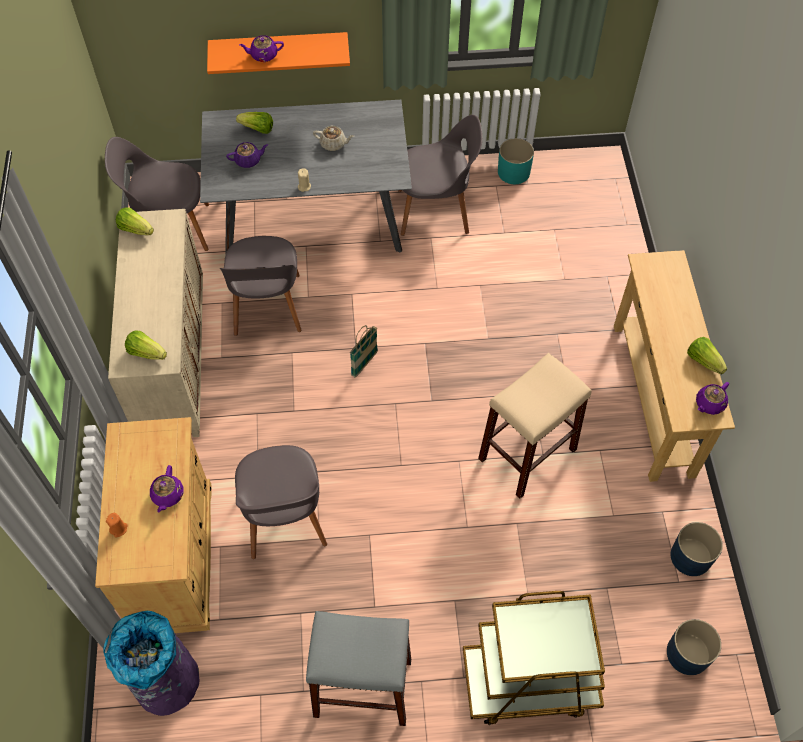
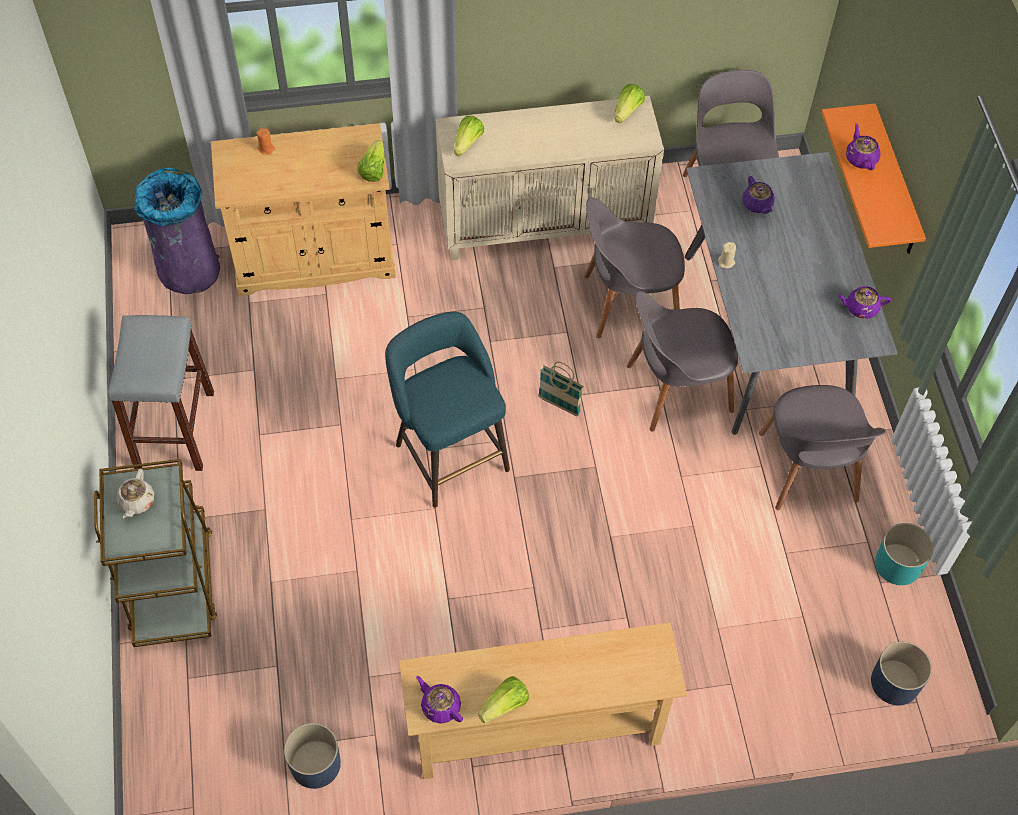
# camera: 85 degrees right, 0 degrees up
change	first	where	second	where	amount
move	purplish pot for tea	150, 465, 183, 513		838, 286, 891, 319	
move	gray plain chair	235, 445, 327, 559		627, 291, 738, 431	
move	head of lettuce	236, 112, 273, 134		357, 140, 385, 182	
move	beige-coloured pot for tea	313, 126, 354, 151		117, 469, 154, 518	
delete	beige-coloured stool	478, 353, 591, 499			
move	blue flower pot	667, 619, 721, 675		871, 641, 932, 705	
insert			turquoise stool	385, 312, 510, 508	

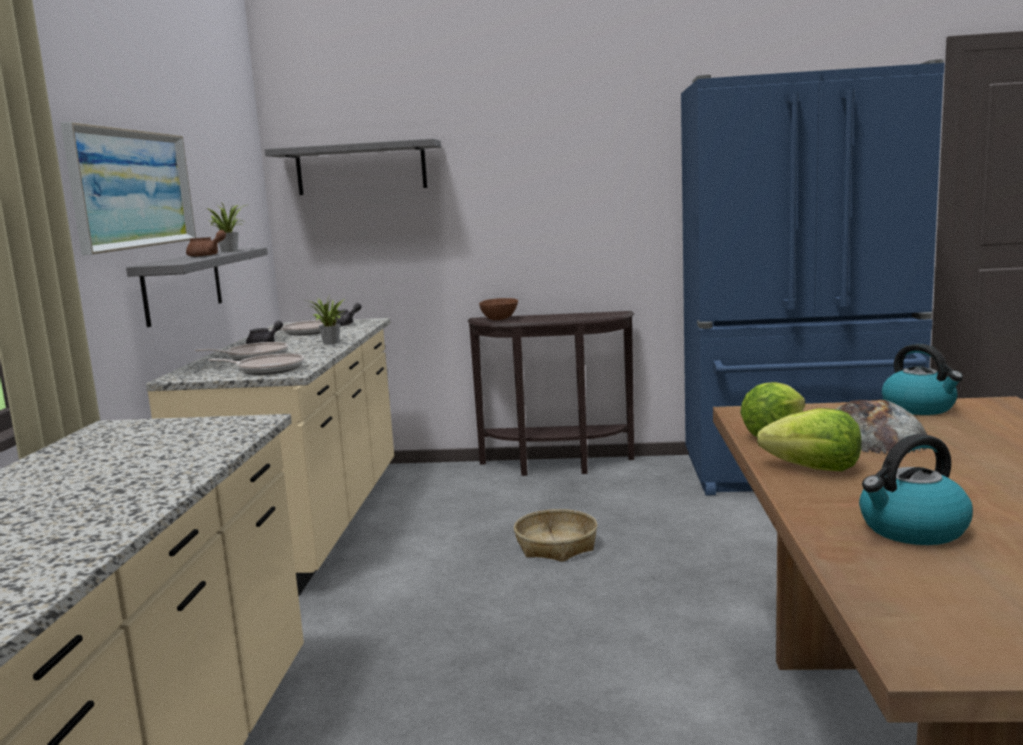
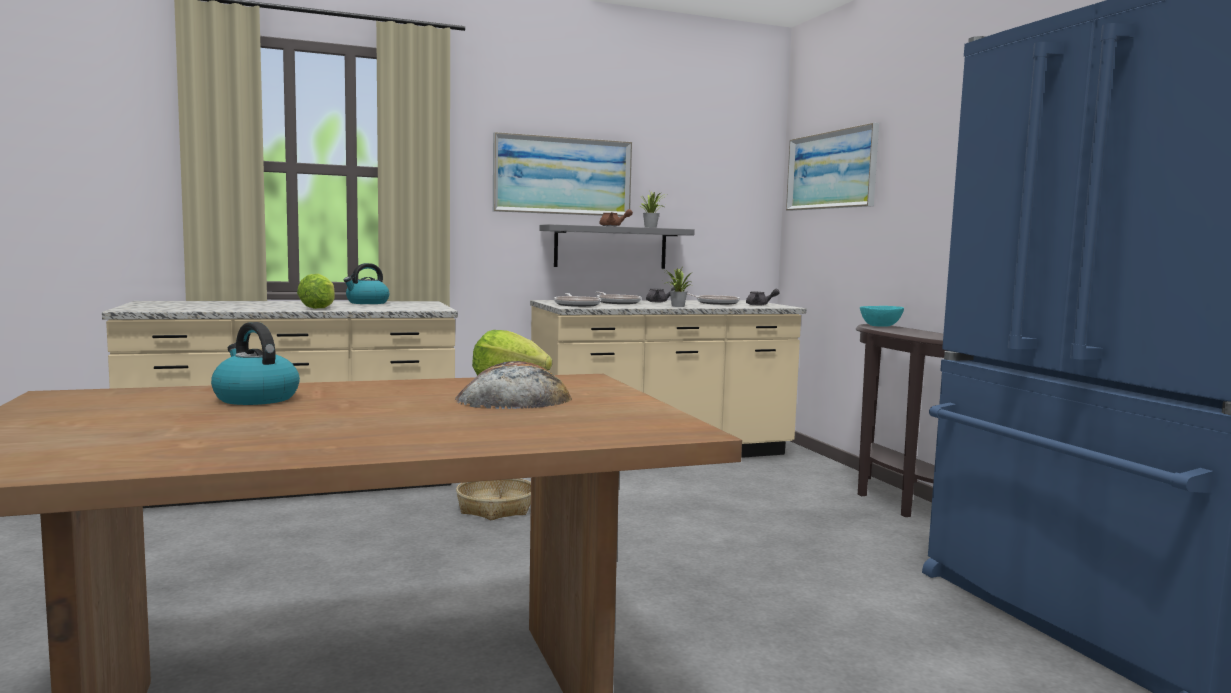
# camera: 65 degrees right, 5 degrees down
change	first	where	second	where	amount
replace	gray wall shelf	265, 139, 441, 195	wall picture	786, 123, 879, 211	
recolor	brown bowl	479, 298, 518, 320	turquoise bowl	860, 306, 904, 327	
move	household basket	514, 509, 597, 562		456, 478, 531, 520	
move	head of lettuce	757, 408, 861, 471		297, 274, 335, 309	
move	kettle	882, 344, 963, 415		344, 263, 389, 304	

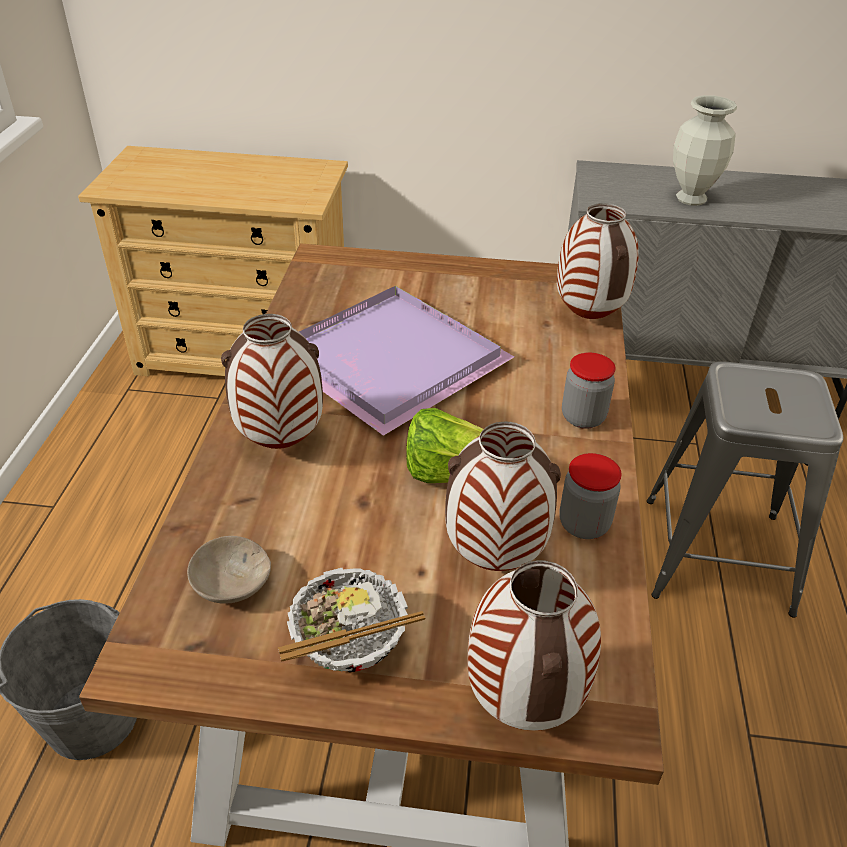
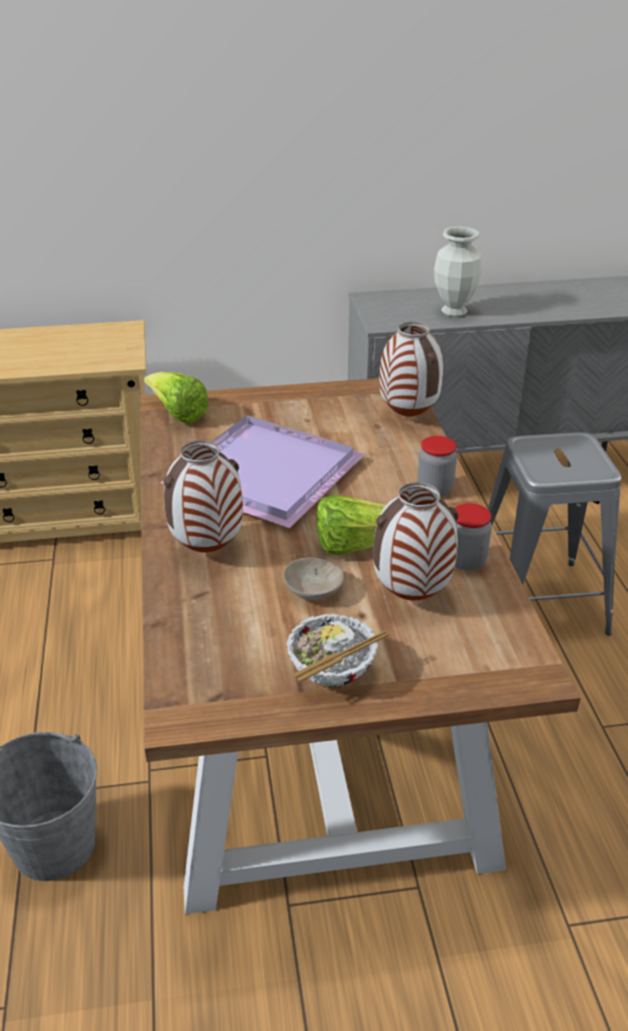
# camera: 15 degrees left, 5 degrees down
change	first	where	second	where	amount
move	beige-coloured bowl	187, 536, 271, 604		283, 558, 344, 600	
delete	vase	467, 560, 601, 731			
insert			head of lettuce	144, 372, 209, 424	

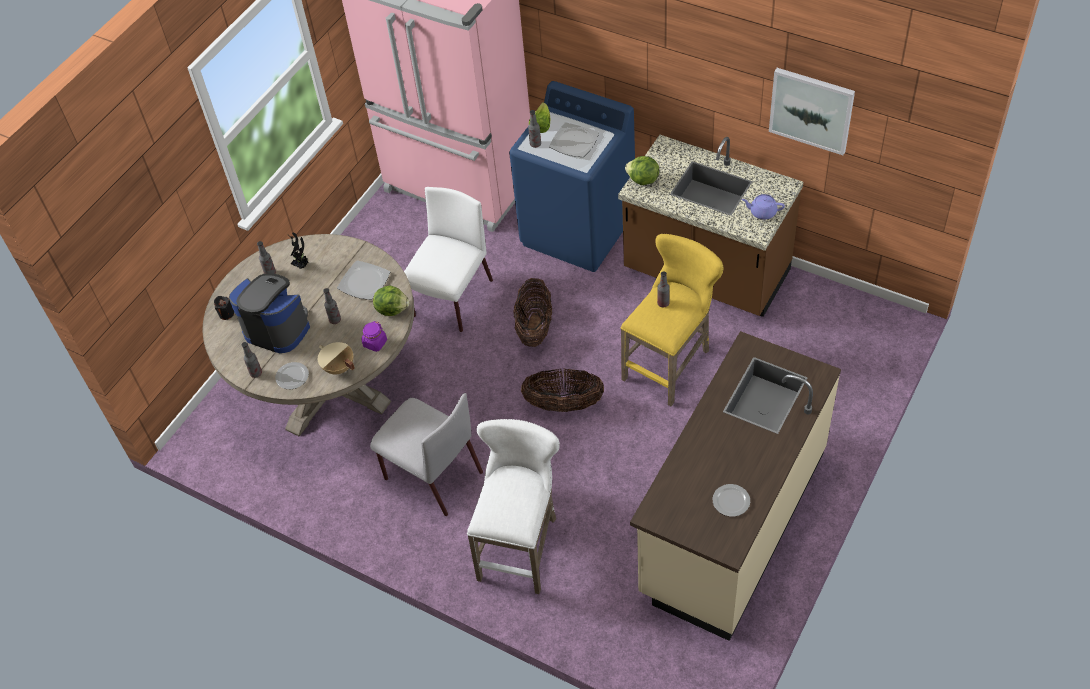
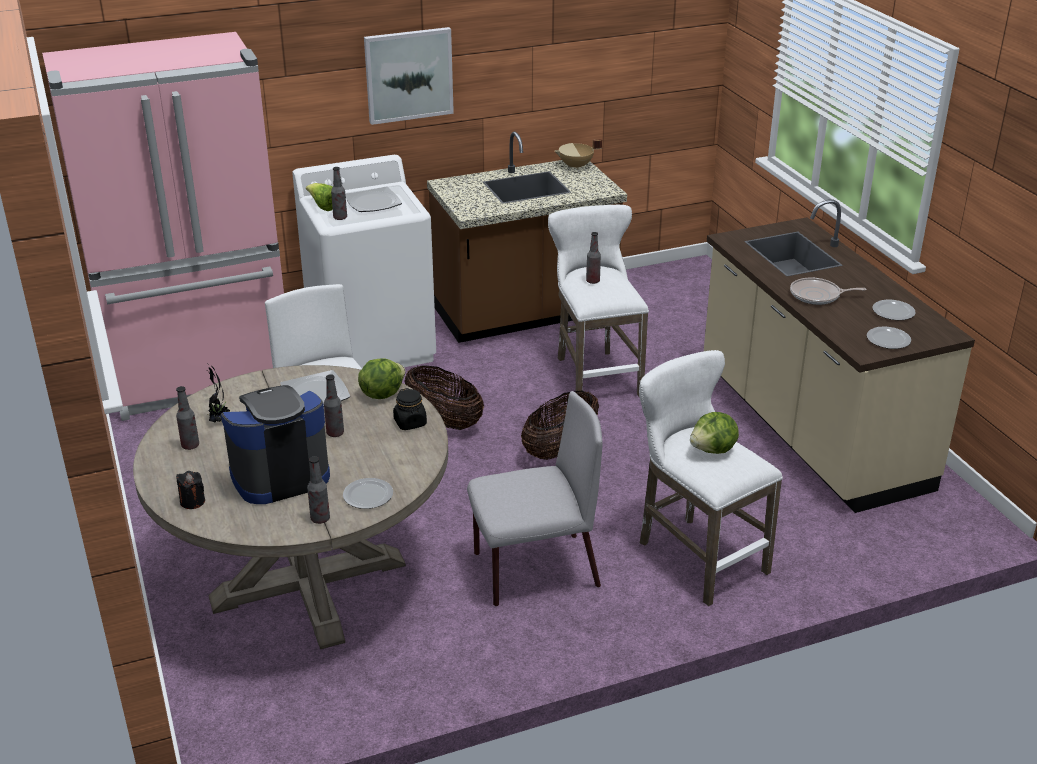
# camera: 55 degrees left, 20 degrees down
change	first	where	second	where	amount
move	beige-coloured saucepot	318, 342, 355, 374		555, 139, 602, 170	
recolor	purplish storage jar	362, 321, 387, 352	blackish storage jar	393, 388, 427, 430	
recolor	blue laundry appliance	509, 81, 635, 272	whitish laundry appliance	292, 155, 436, 368	
recolor	yellow-coloured stool	621, 234, 723, 406	whitish stool	548, 205, 649, 396	
move	head of lettuce	625, 156, 659, 185		690, 412, 739, 454	
delete	purplish pot for tea	741, 194, 785, 220			
move	wall picture	769, 68, 855, 155		364, 27, 454, 125	
insert			pan	790, 278, 866, 305	
insert			plate	867, 326, 911, 349	

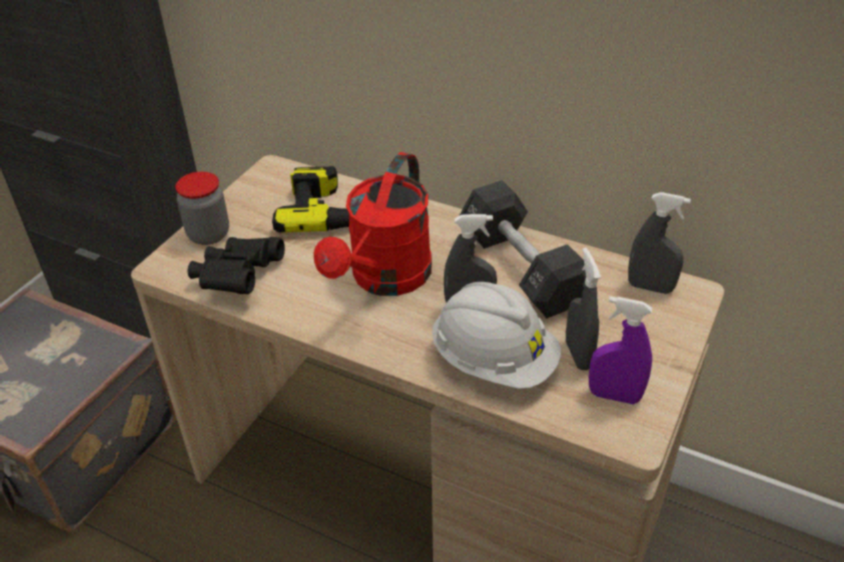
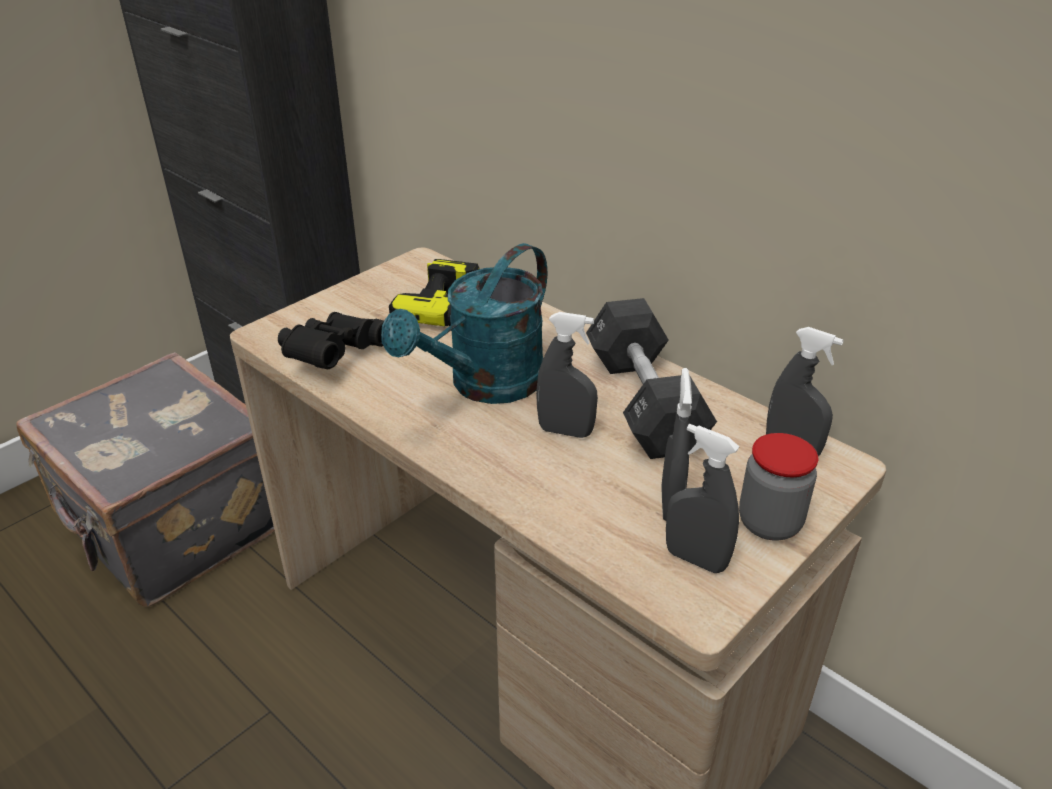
# camera: 15 degrees right, 5 degrees down
change	first	where	second	where	amount
move	storage jar	175, 172, 229, 245		739, 433, 818, 540	
recolor	red watering can	314, 152, 432, 296	turquoise watering can	381, 243, 547, 404	
delete	whitish hard hat	432, 282, 561, 389			
recolor	purplish hand sprayer	589, 296, 652, 404	gray hand sprayer	666, 424, 739, 573	

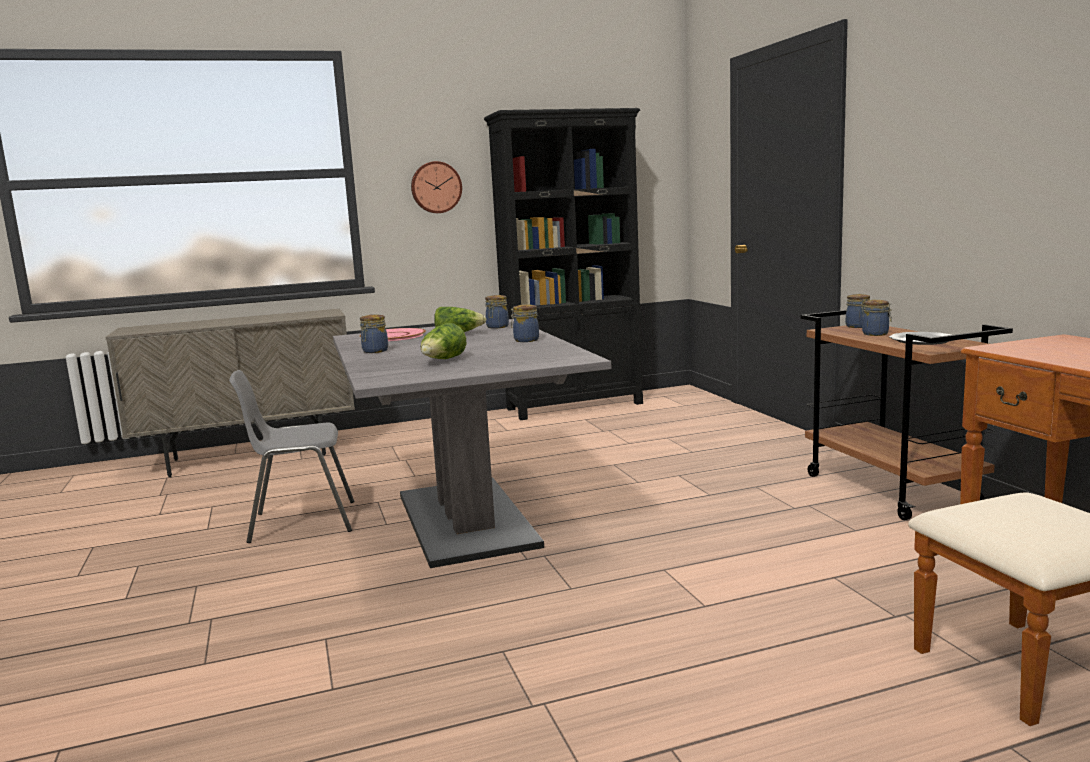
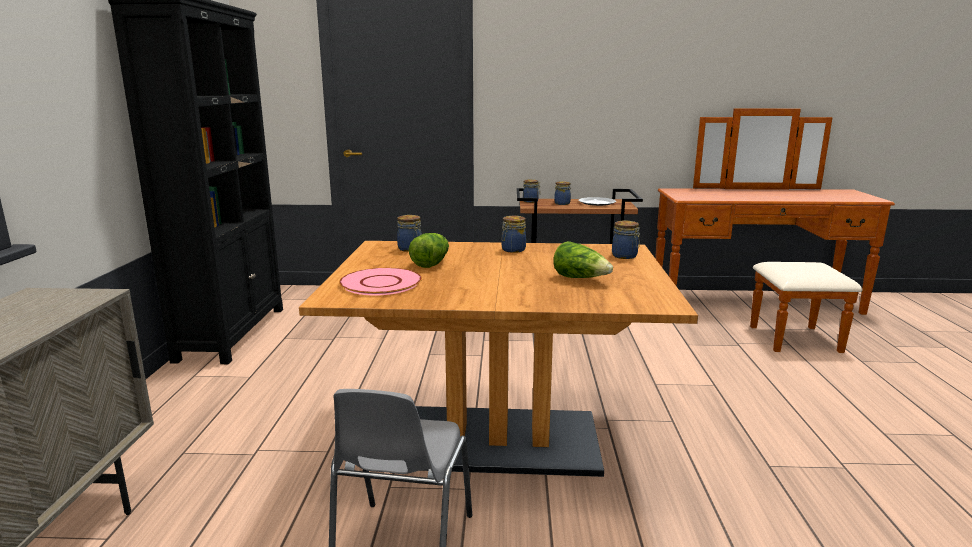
# camera: 70 degrees left, 5 degrees up
change	first	where	second	where	amount
recolor	gray dining table	333, 319, 612, 568	brown dining table	299, 241, 698, 477	
move	storage jar	360, 314, 388, 353		612, 221, 640, 259	
delete	hanging clock	411, 161, 462, 213			

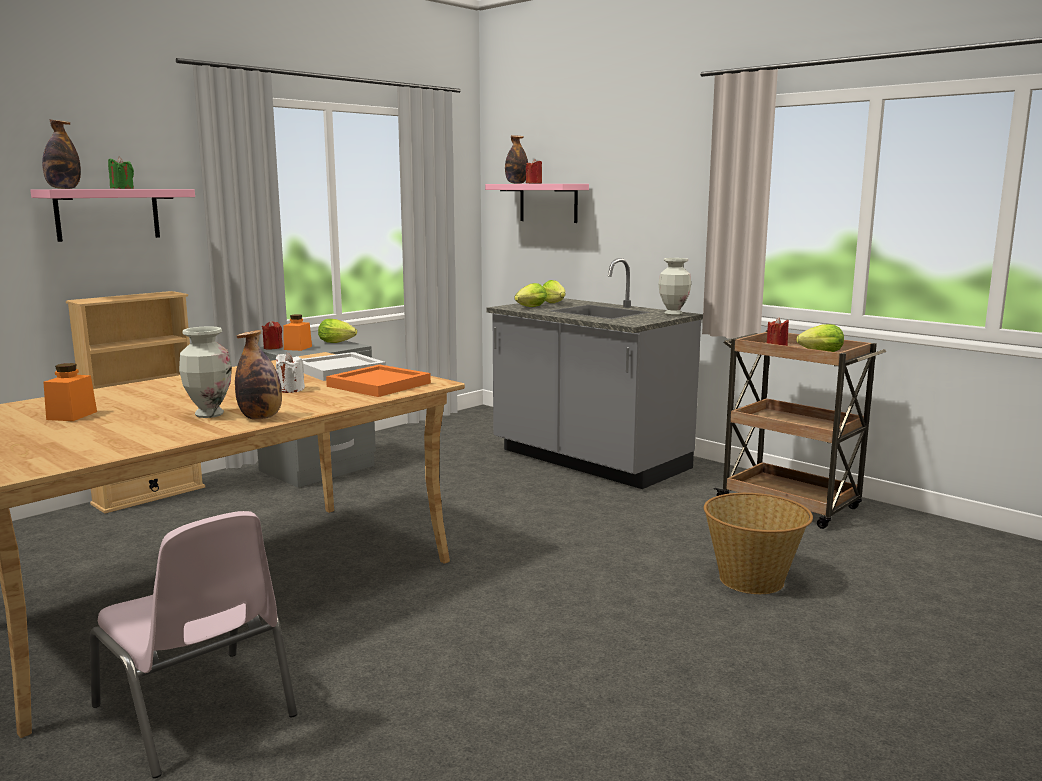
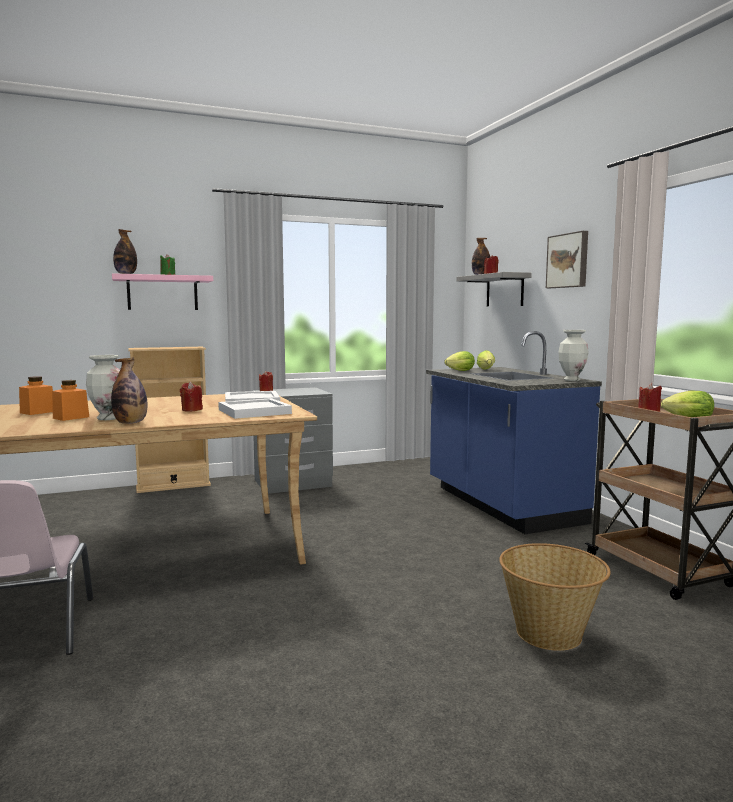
# camera: 25 degrees right, 5 degrees down
change	first	where	second	where	amount
recolor	whitish wax candle	276, 353, 305, 393	red wax candle	180, 381, 203, 411	
move	orange storage jar	283, 314, 312, 351		52, 380, 89, 421	
delete	head of lettuce	318, 319, 357, 343			
recolor	orange carrying tray	326, 364, 431, 397	whitish carrying tray	218, 398, 292, 419	
recolor	pink wall shelf	485, 184, 589, 223	gray wall shelf	456, 272, 532, 307	
recolor	gray kitchen counter	486, 258, 703, 489	blue kitchen counter	426, 331, 602, 534	
insert			wall picture	546, 231, 588, 288	

